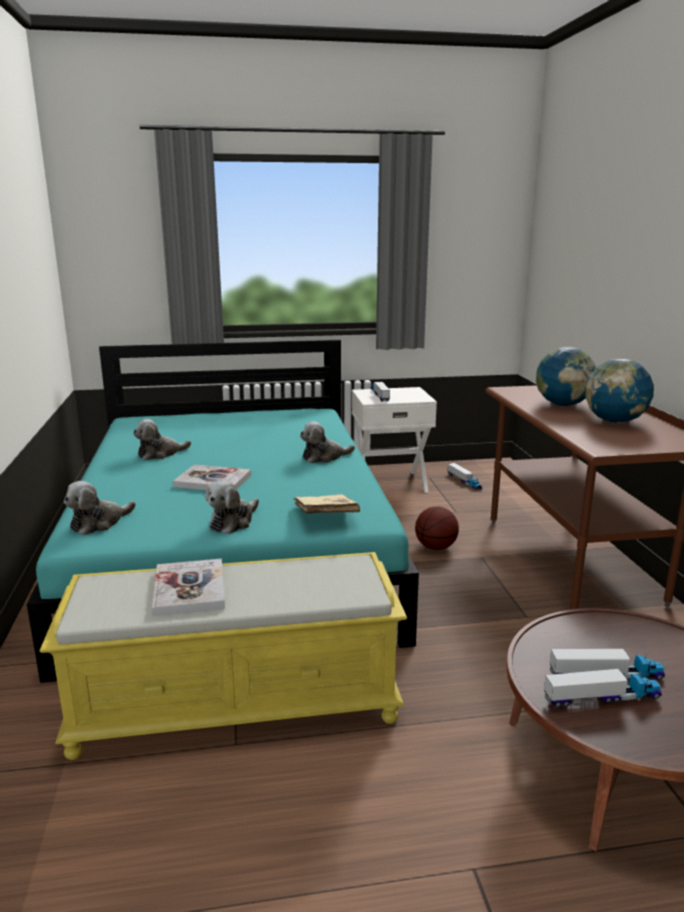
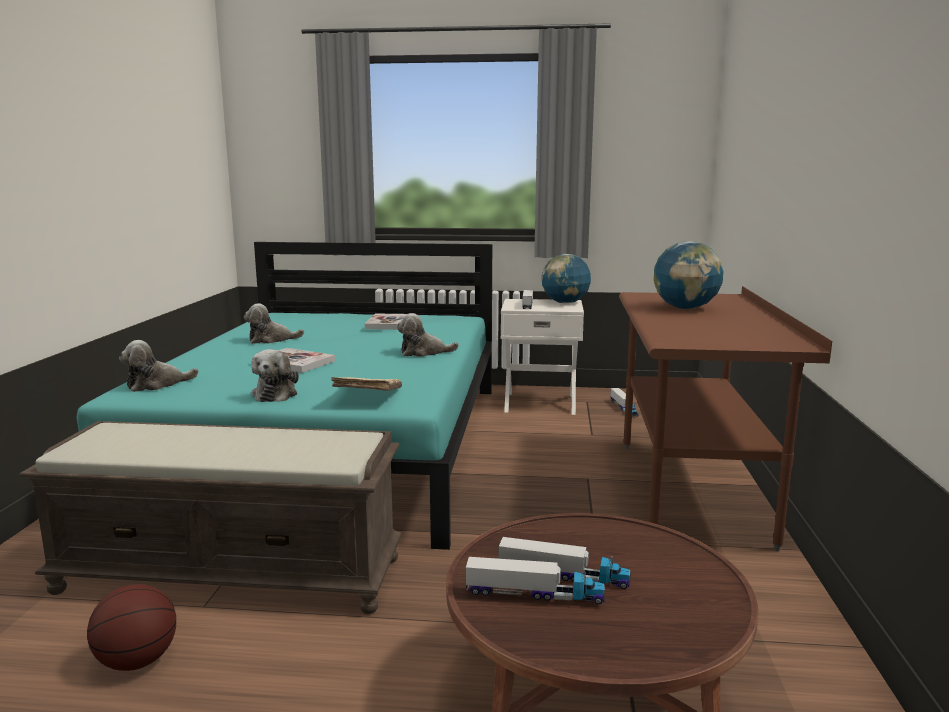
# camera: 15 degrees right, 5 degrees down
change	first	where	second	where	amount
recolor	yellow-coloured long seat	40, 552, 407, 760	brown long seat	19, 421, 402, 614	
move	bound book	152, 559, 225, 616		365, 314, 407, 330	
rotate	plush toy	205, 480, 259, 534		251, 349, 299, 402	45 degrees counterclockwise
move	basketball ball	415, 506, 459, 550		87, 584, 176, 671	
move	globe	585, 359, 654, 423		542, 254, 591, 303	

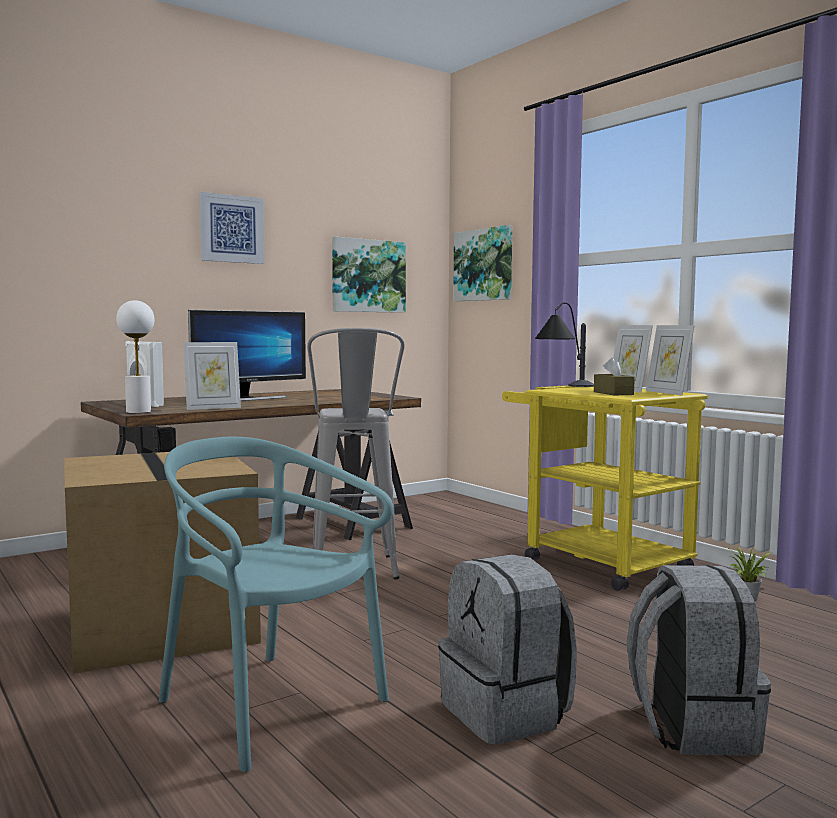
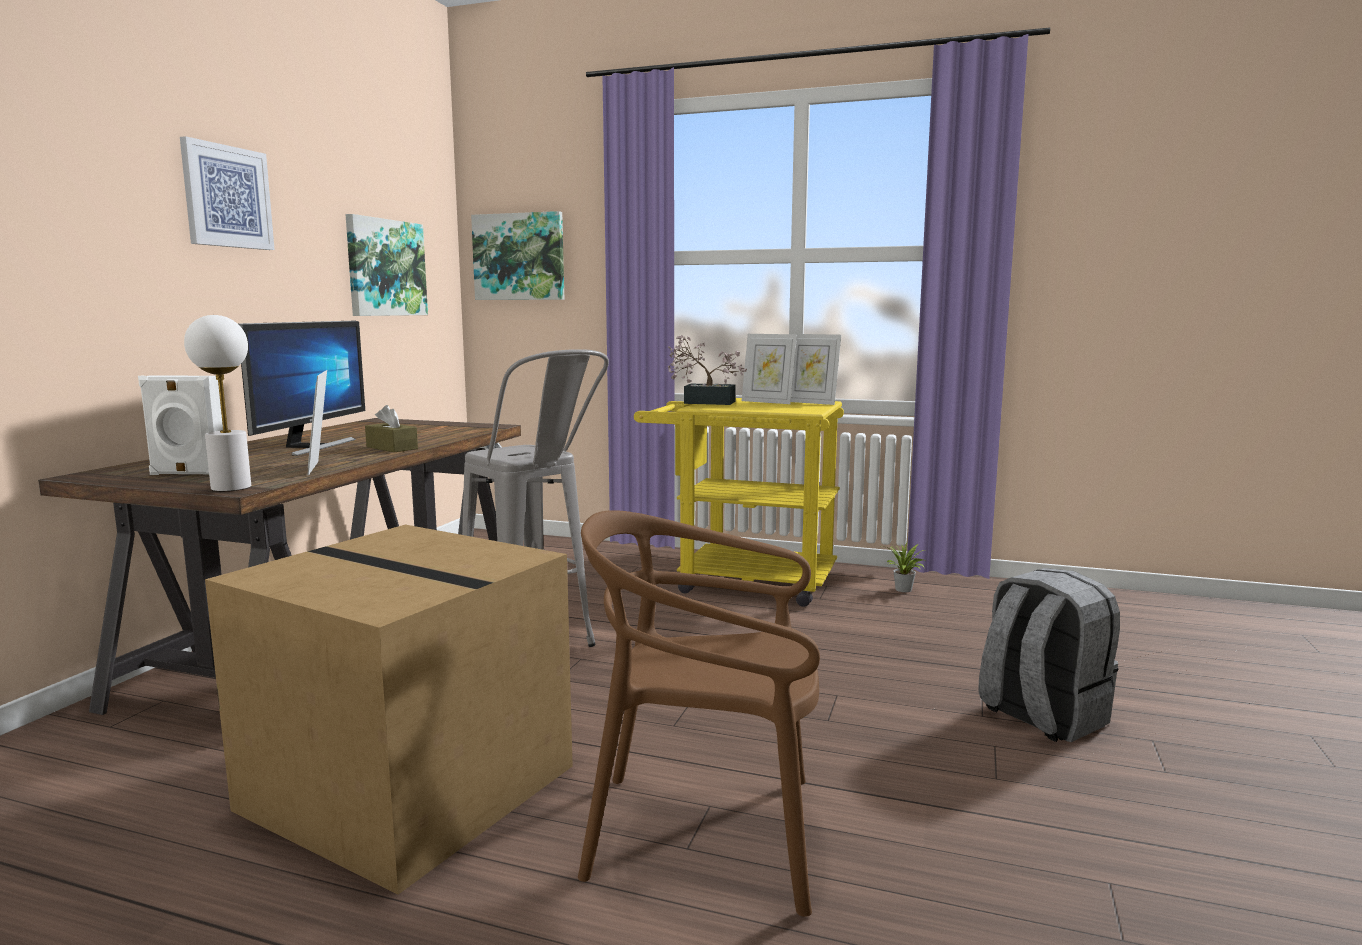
# camera: 35 degrees left, 5 degrees up
change	first	where	second	where	amount
recolor	turquoise plain chair	159, 437, 393, 772	brown plain chair	578, 510, 820, 917	
rotate	photo frame	183, 342, 241, 410		308, 370, 327, 476	135 degrees clockwise
delete	gray backpack	438, 554, 577, 745			
replace	table lamp	535, 302, 594, 387	plant in a pot	668, 335, 747, 405	
move	brown tissue box	594, 358, 635, 395		365, 405, 418, 452	

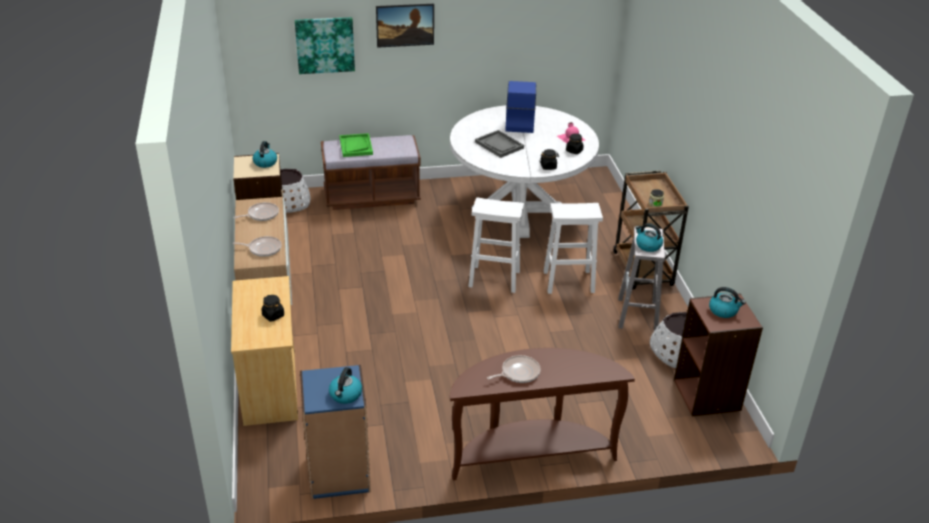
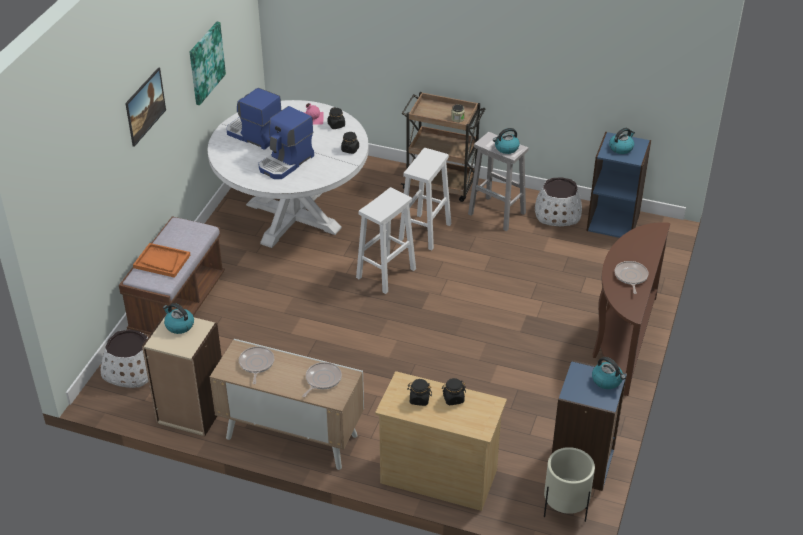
# camera: 60 degrees left, 5 degrees up
change	first	where	second	where	amount
move	wall picture	295, 17, 355, 74		190, 22, 226, 105	
recolor	greenish carrying tray	339, 133, 373, 157	orange carrying tray	133, 243, 190, 278	
replace	gray carrying tray	475, 130, 524, 158	coffee brewer	258, 106, 314, 179	
recolor	brown bookcase	674, 293, 763, 416	blue bookcase	587, 132, 651, 238	
insert			blackish storage jar	407, 379, 432, 406	
insert			beige-coloured flower pot	544, 447, 595, 522	

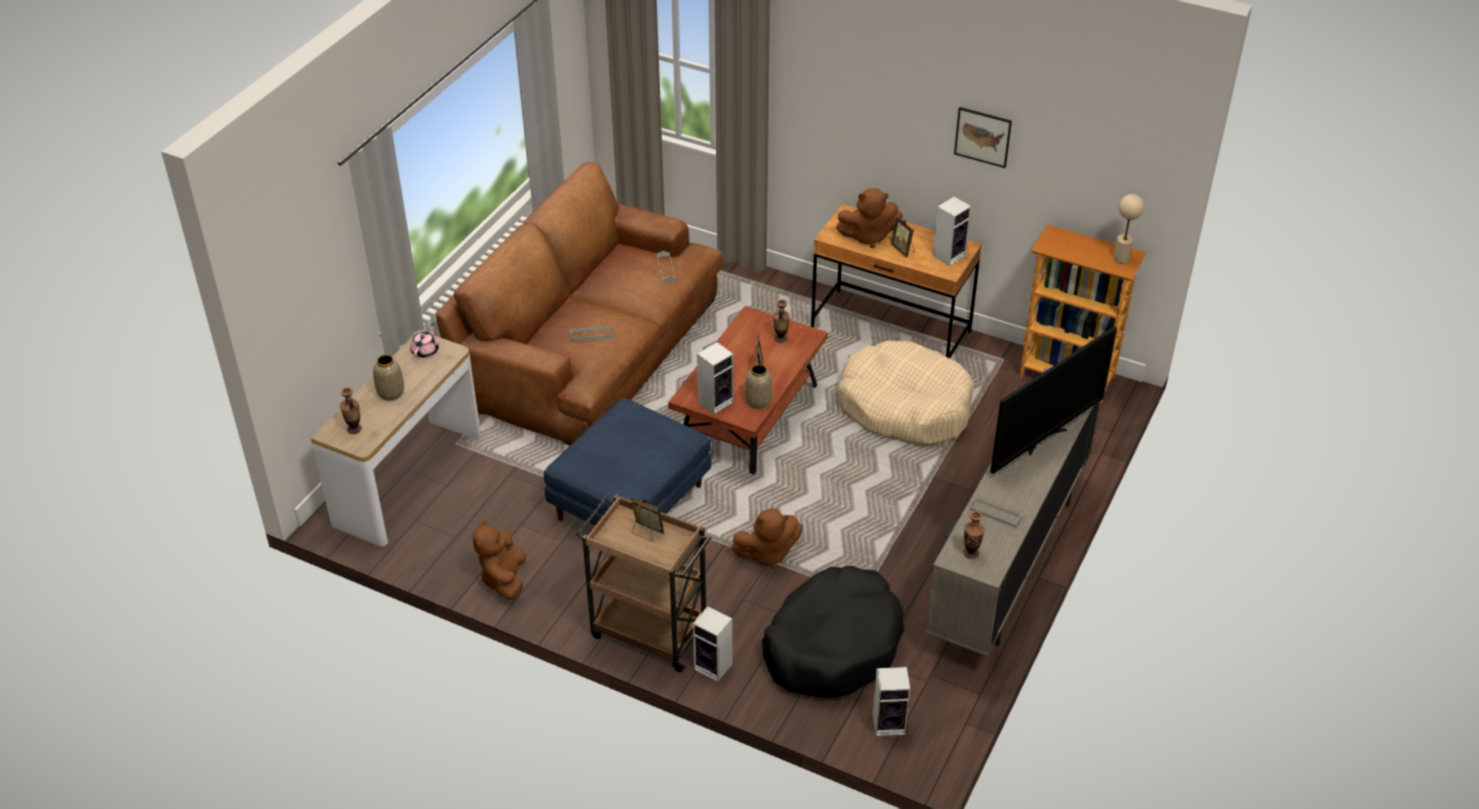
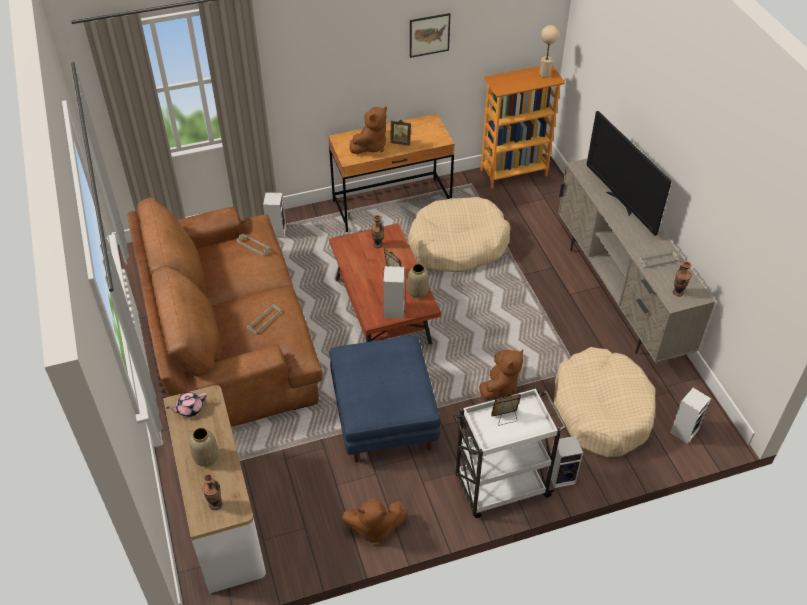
# camera: 45 degrees left, 5 degrees up
change	first	where	second	where	amount
rotate	pink pot for tea	410, 323, 439, 358		166, 392, 207, 417	90 degrees counterclockwise
rotate	brown plush toy	473, 520, 526, 600		342, 499, 408, 546	45 degrees counterclockwise
recolor	brown trolley	576, 495, 711, 672	whitish trolley	454, 388, 567, 518	
recolor	blackish pet bed	762, 566, 904, 698	beige-coloured pet bed	554, 347, 655, 457	
move	speaker	932, 196, 972, 266		263, 192, 286, 238	
rotate	TV	990, 326, 1117, 474		586, 111, 672, 236	150 degrees clockwise

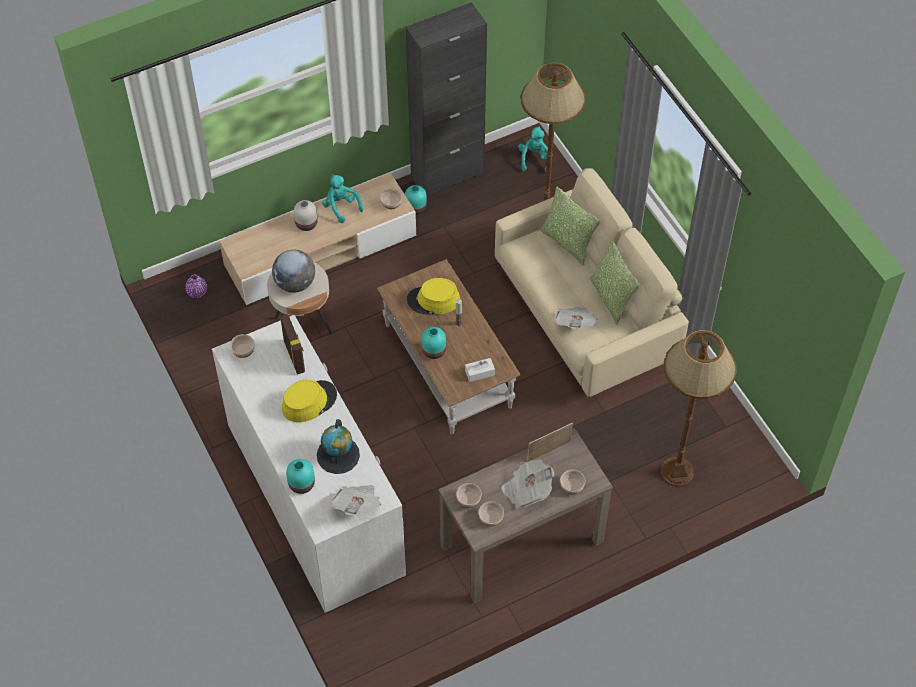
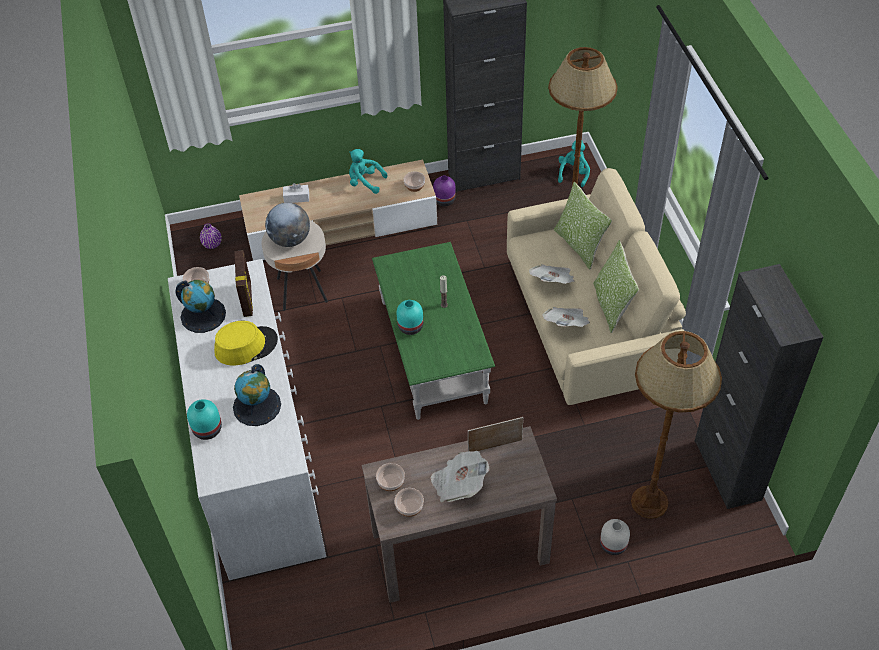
# camera: 15 degrees right, 5 degrees down
change	first	where	second	where	amount
move	whitish vase	294, 200, 318, 231		600, 519, 630, 555	
rotate	turquoise plush toy	322, 174, 363, 223		349, 149, 387, 194	45 degrees counterclockwise
move	printed paper	331, 485, 381, 515		529, 264, 574, 284	
recolor	brown coffee table	377, 259, 521, 434	greenish coffee table	372, 242, 495, 420	
recolor	turquoise vase	405, 185, 427, 215	purplish vase	433, 175, 456, 206	
delete	yellow-coloured hat	407, 278, 460, 315			
move	whitish tissue box	465, 358, 495, 382		283, 183, 309, 203	
delete	bowl	560, 470, 585, 494			
insert			globe	175, 280, 226, 333	
insert			blackish cabinet	695, 264, 823, 509	

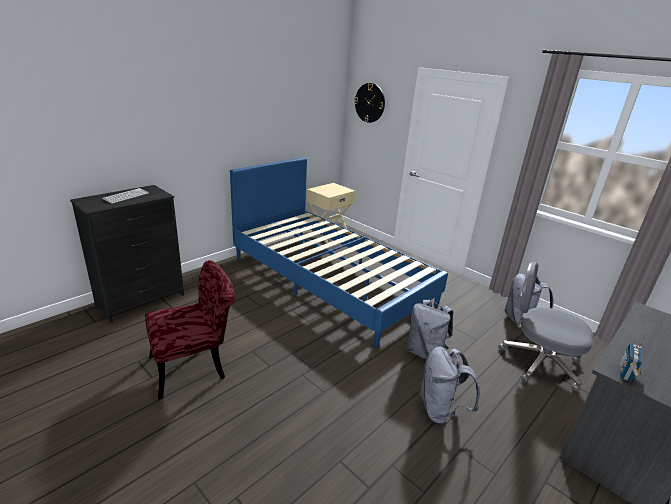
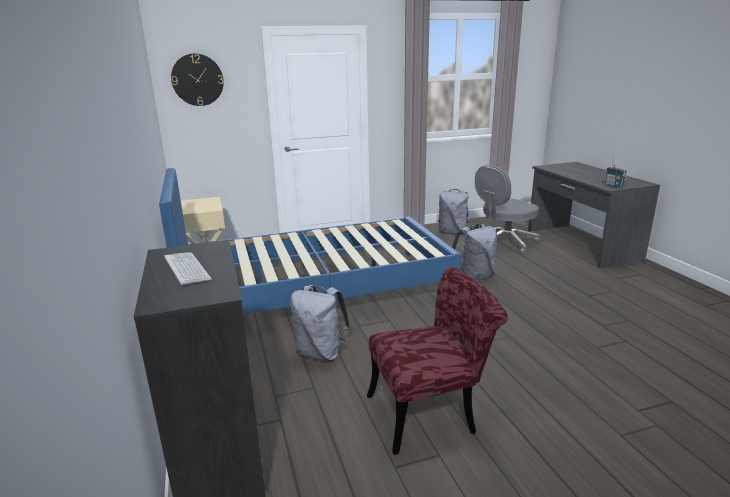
# camera: 60 degrees left, 5 degrees down
change	first	where	second	where	amount
rotate	red plain chair	145, 260, 235, 400		367, 267, 508, 455	75 degrees clockwise
move	gray backpack	420, 346, 480, 425		290, 284, 351, 361	

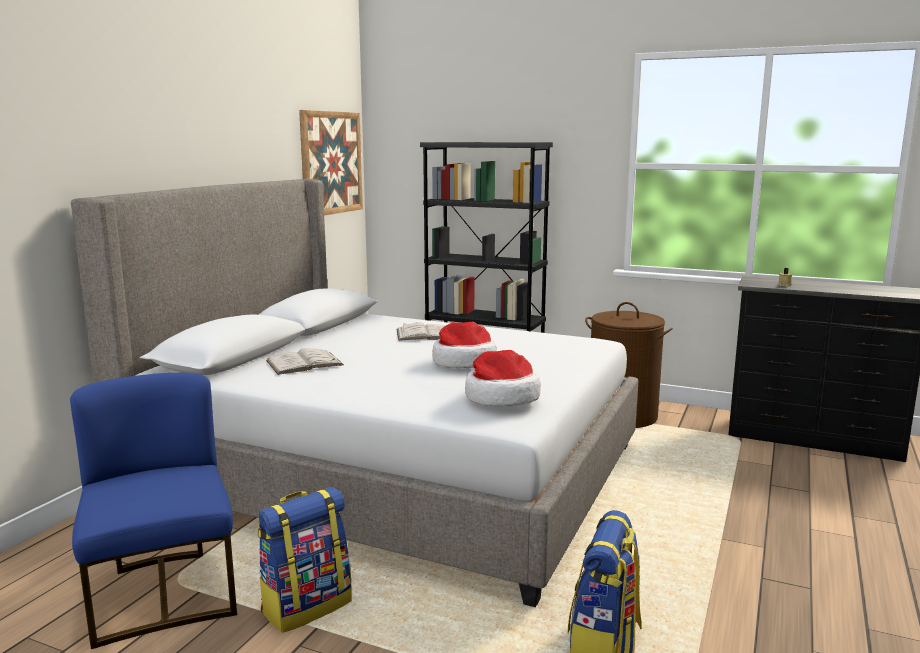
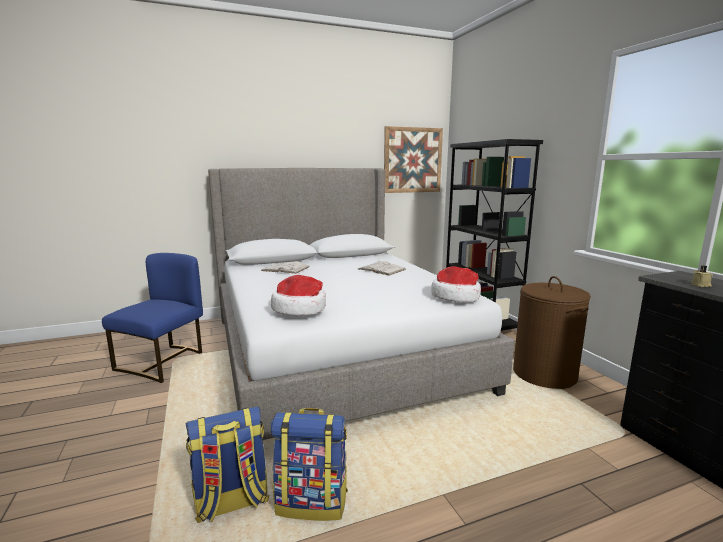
# camera: 45 degrees right, 0 degrees up
change	first	where	second	where	amount
move	backpack	257, 487, 352, 633		271, 408, 348, 521	
move	hat	432, 322, 497, 368		431, 266, 481, 302	

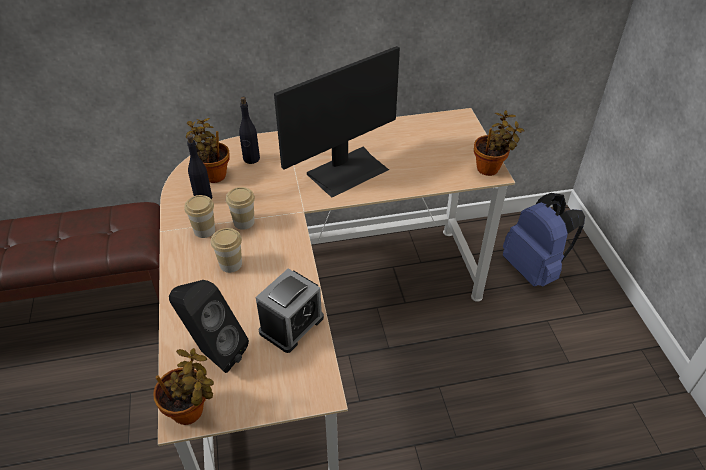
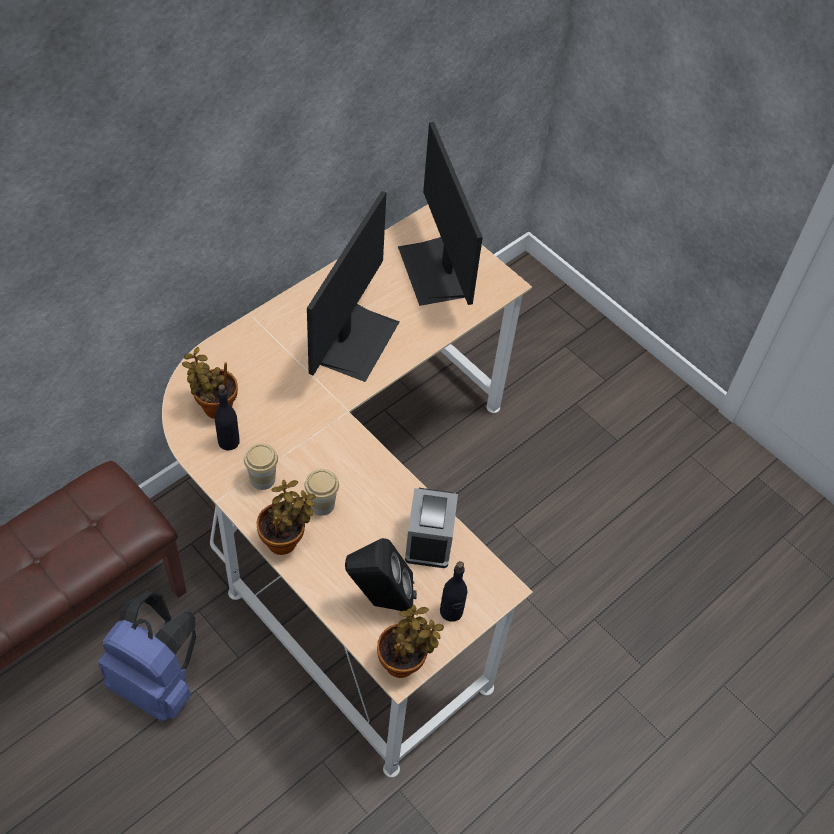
# camera: 35 degrees left, 10 degrees up
change	first	where	second	where	amount
delete	small cup	226, 187, 255, 230			
move	blackish bottle	239, 97, 260, 164		440, 561, 467, 622	
move	plant in a pot	474, 110, 525, 176		256, 480, 316, 555	
move	blue backpack	503, 193, 585, 287		98, 591, 196, 722	
insert			computer display	398, 122, 483, 306	

